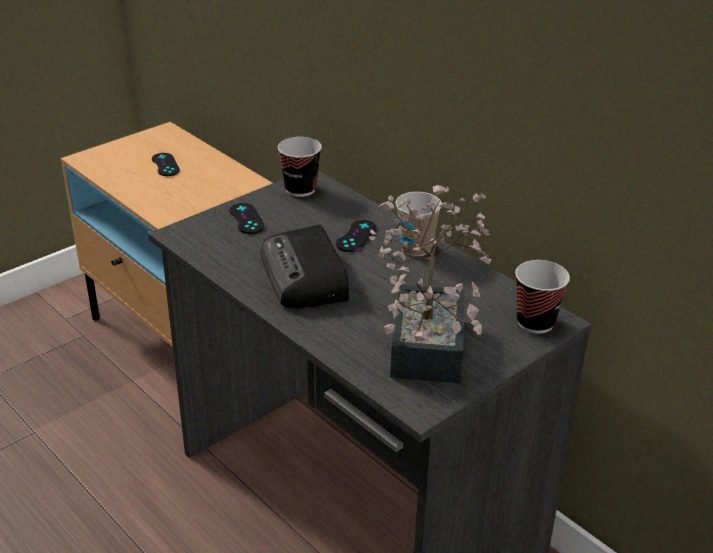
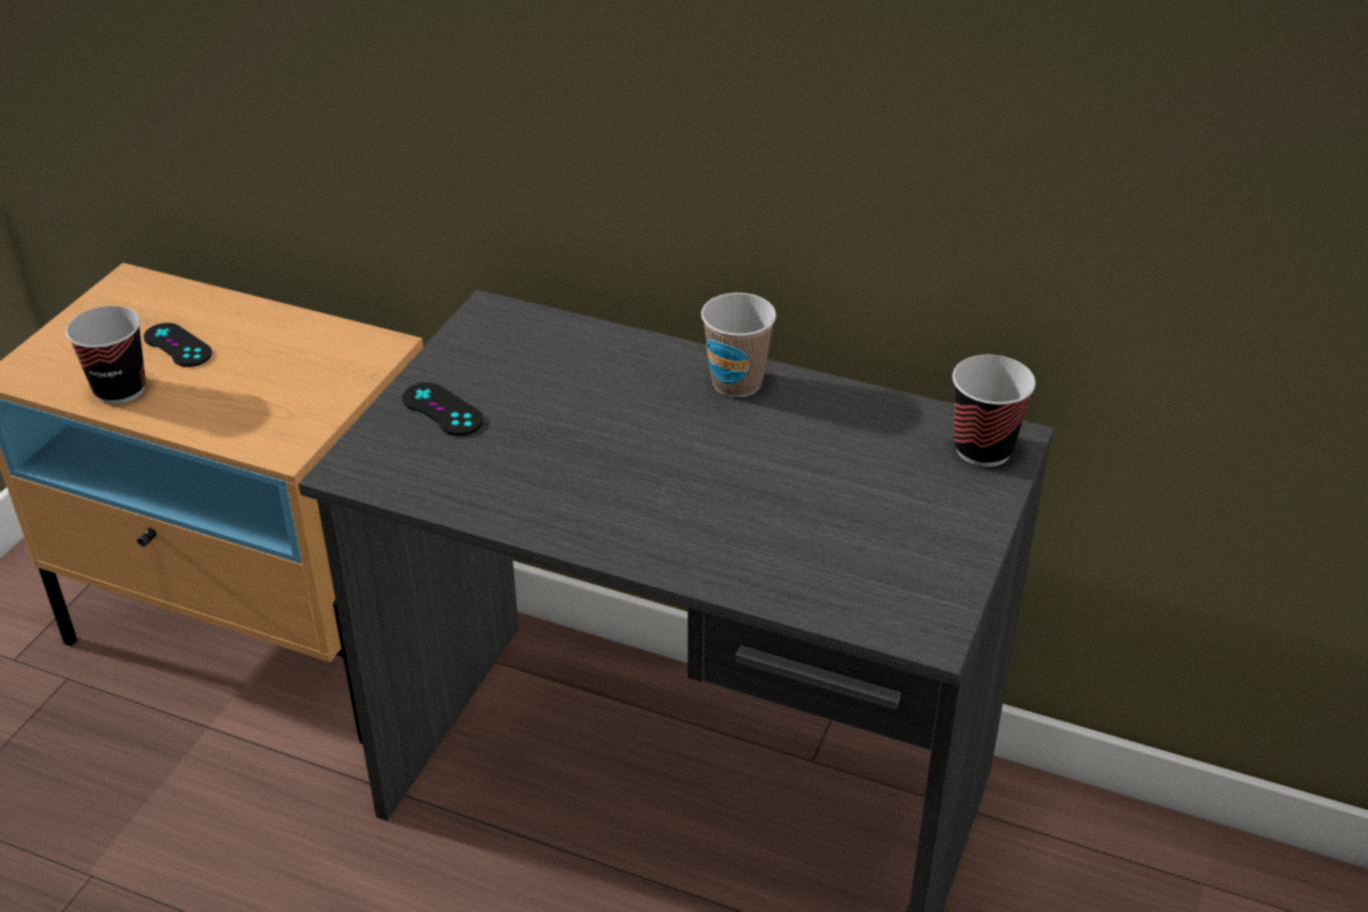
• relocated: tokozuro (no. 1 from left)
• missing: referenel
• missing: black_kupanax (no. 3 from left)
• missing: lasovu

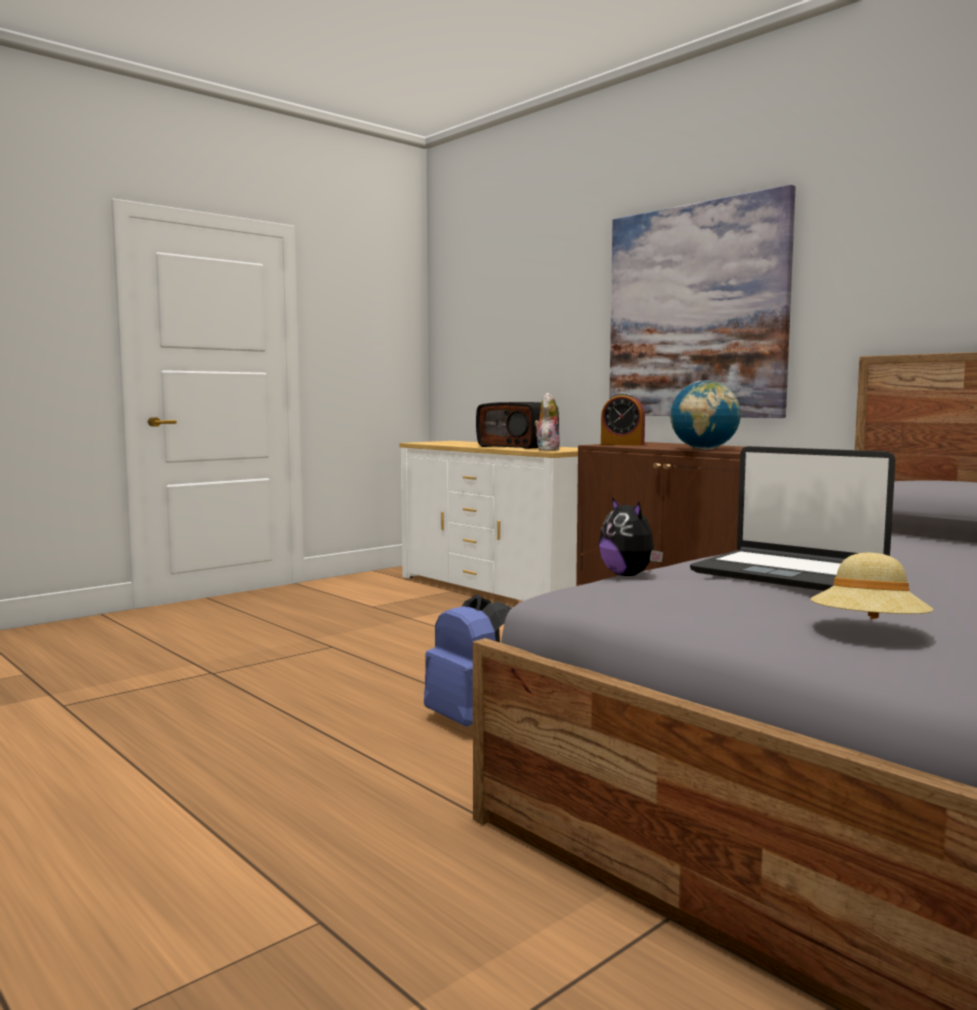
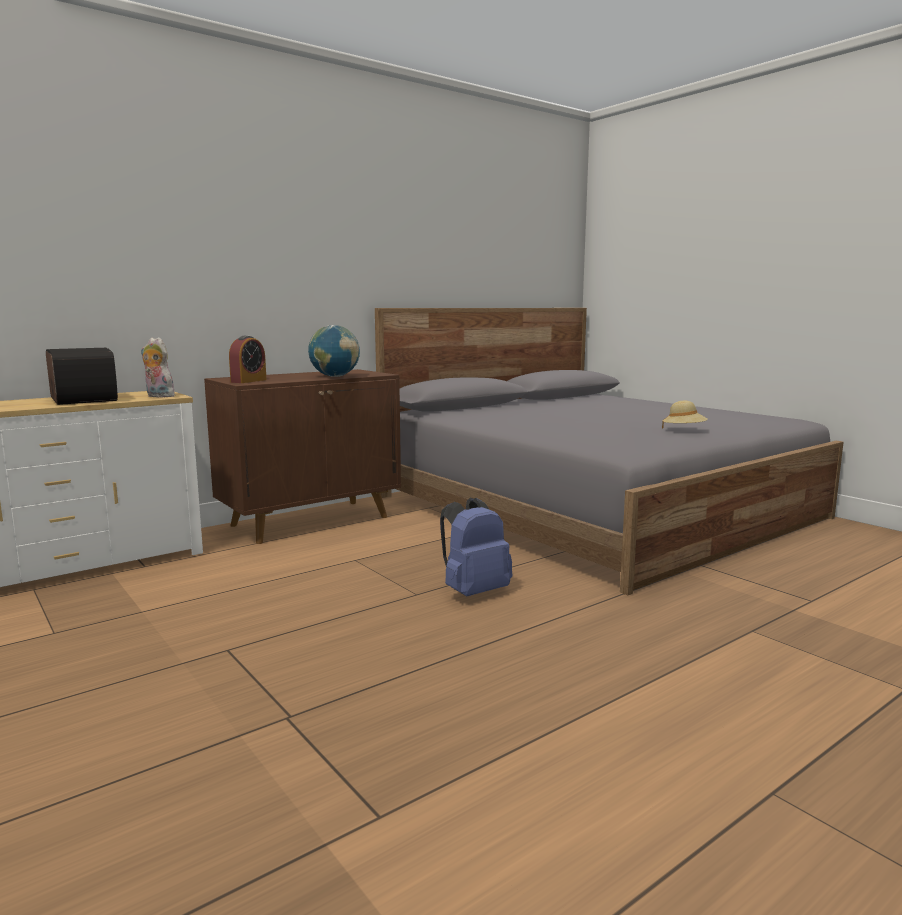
• spun: referenel 75 degrees counterclockwise
• missing: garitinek (no. 2 from left)
• missing: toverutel
• missing: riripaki

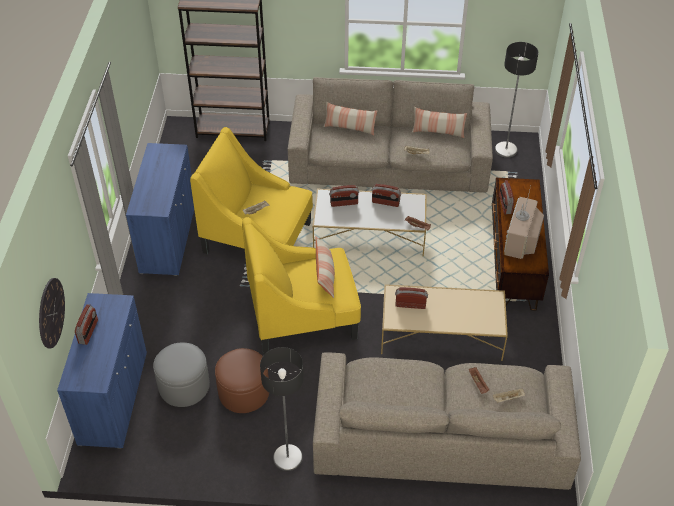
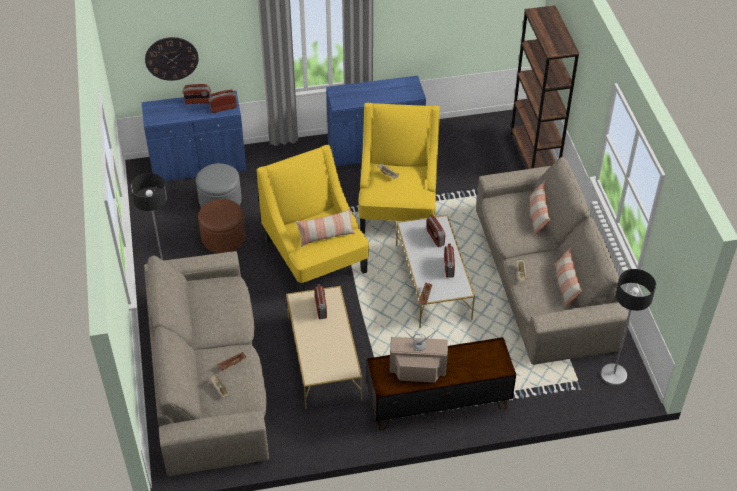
• relocated: referenel (no. 5 from left in the first image) to referenel (no. 2 from left)

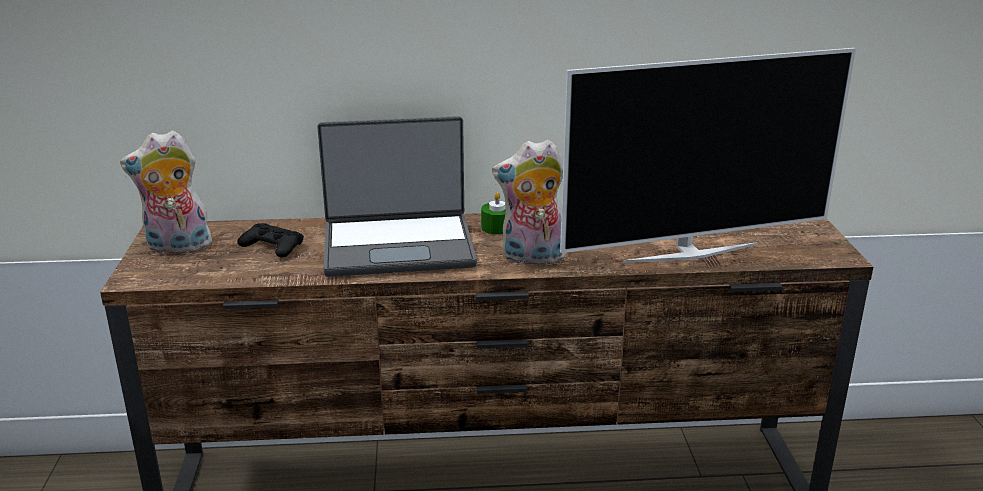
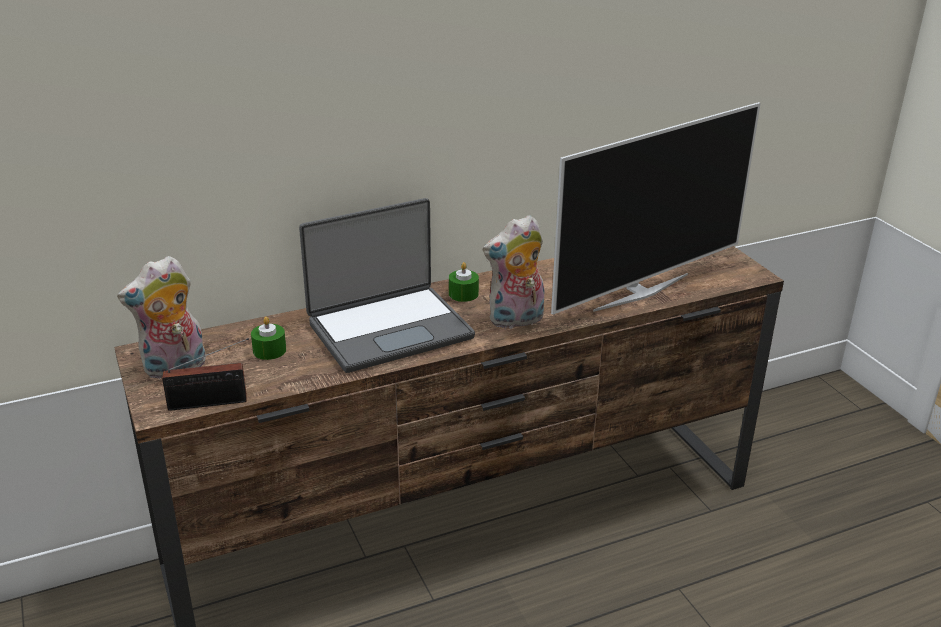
• appeared: referenel
• exchanged: black_kupanax to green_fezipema (no. 1 from left)

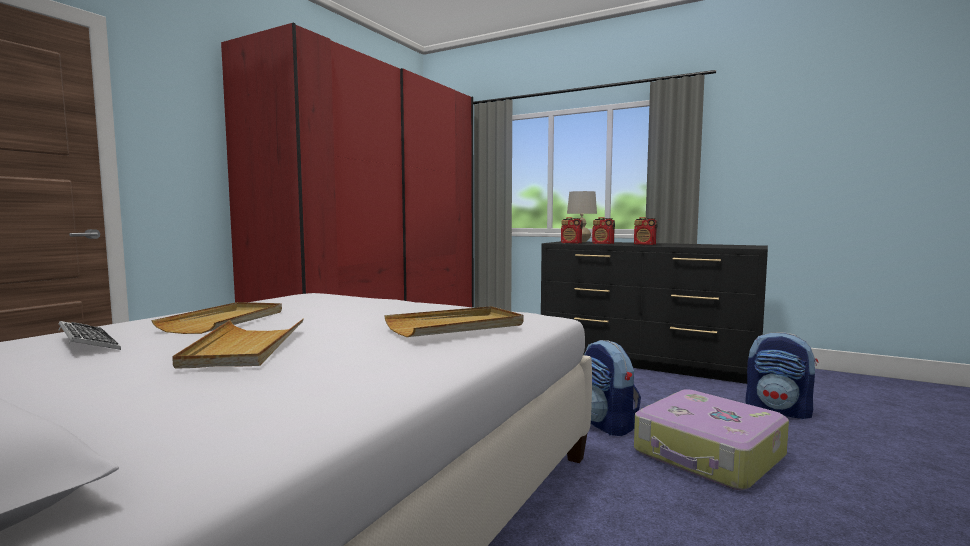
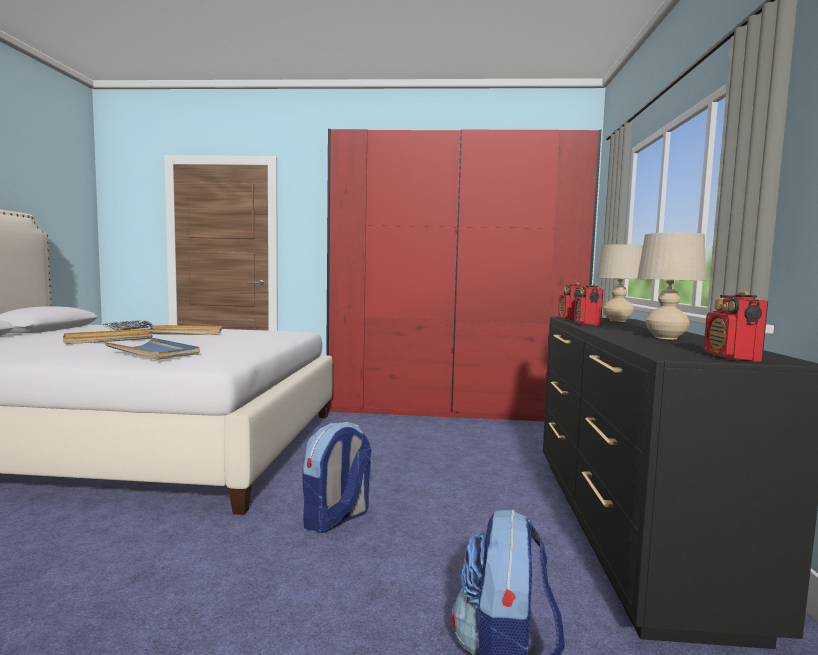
• colour: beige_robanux (no. 3 from left) to blue_robanux
• appeared: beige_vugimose (no. 2 from left)
• relocated: referenel (no. 3 from left)
• missing: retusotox

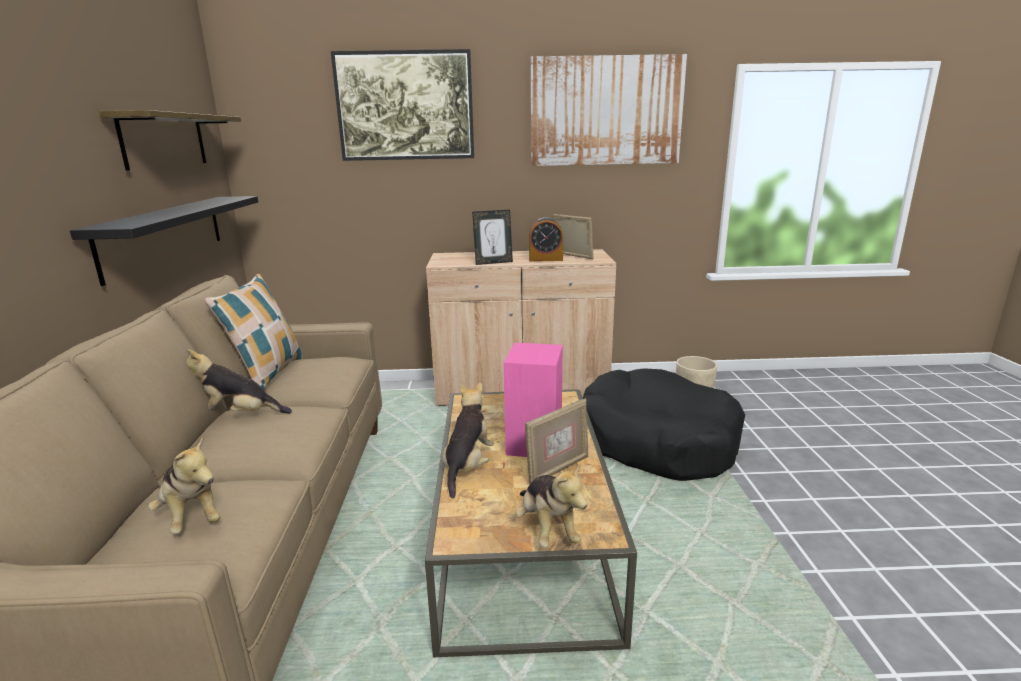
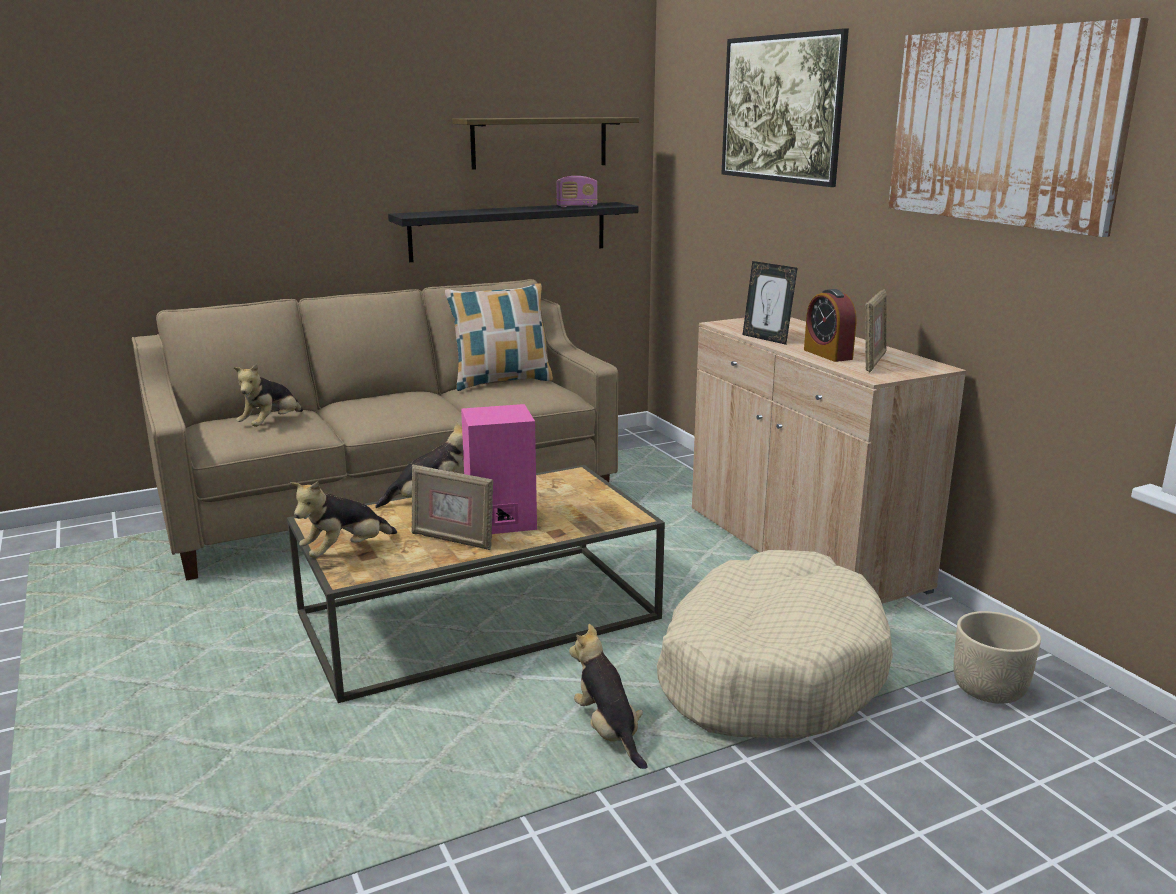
• appeared: referenel
• relocated: garitinek (no. 2 from left in the first image) to garitinek (no. 4 from left)
• colour: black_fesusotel to beige_fesusotel

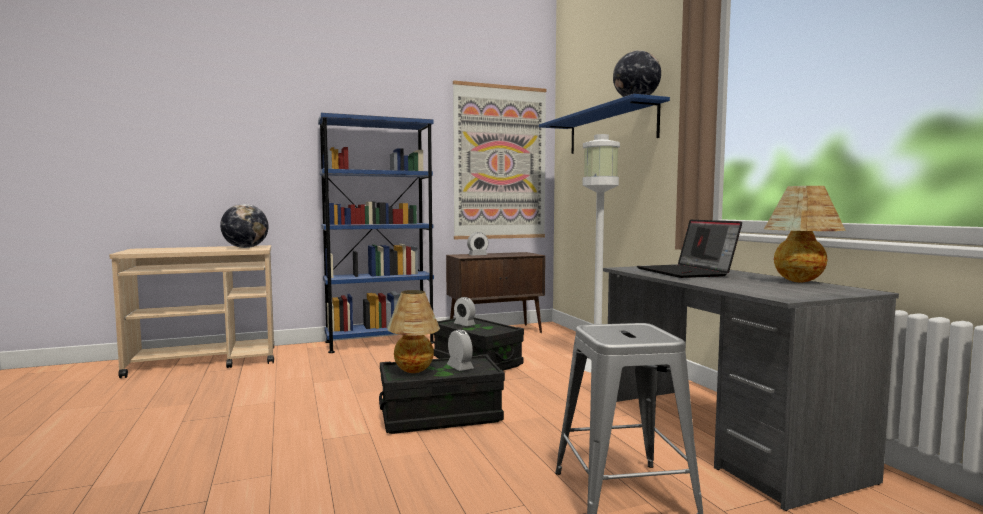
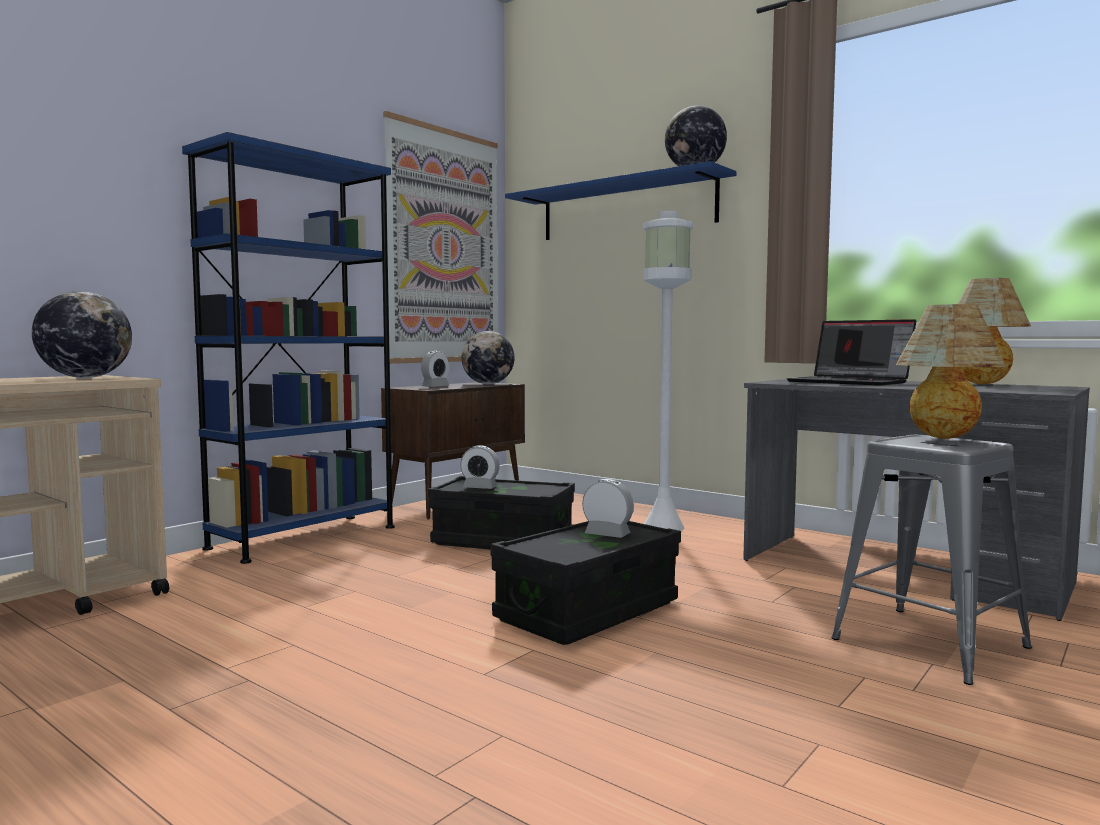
• appeared: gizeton (no. 2 from left)
• relocated: vugimose (no. 1 from left)

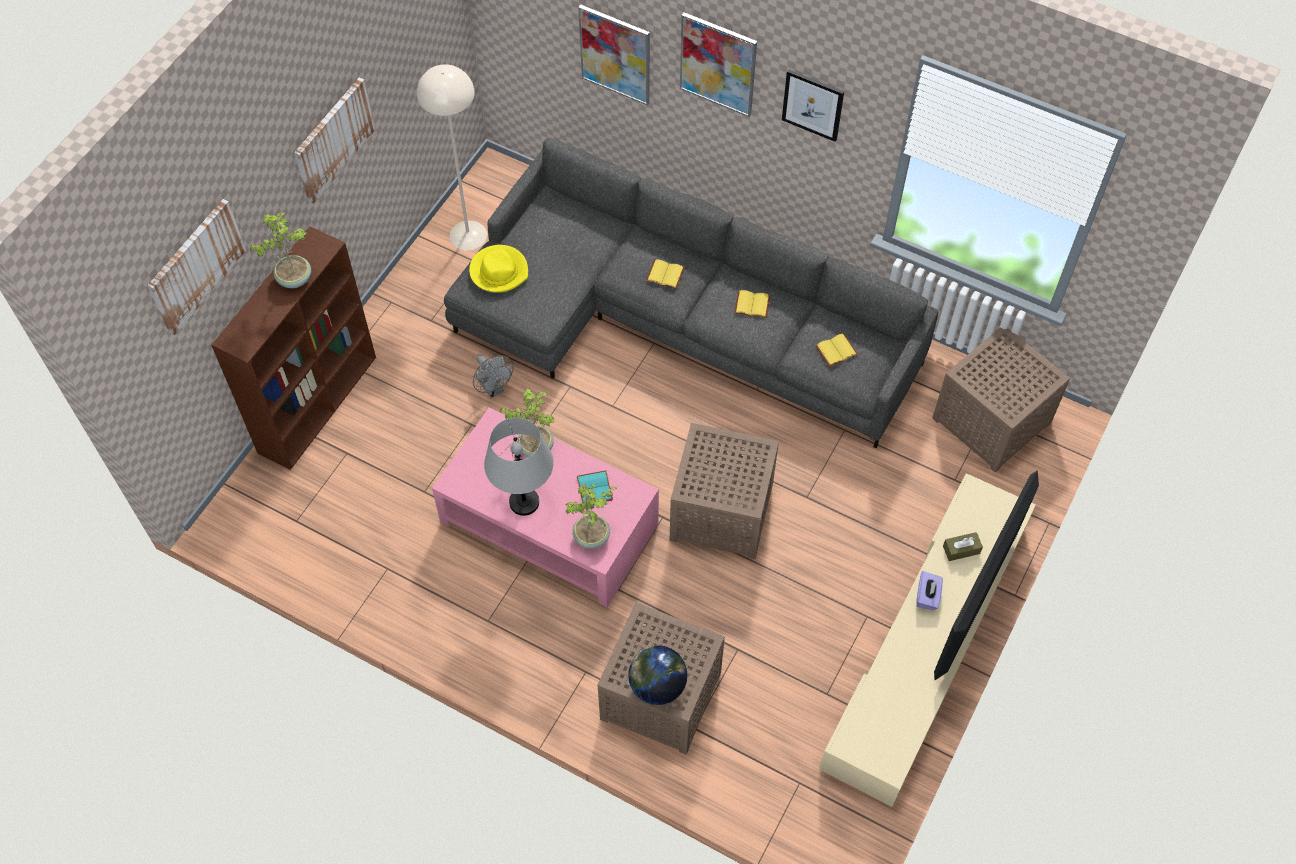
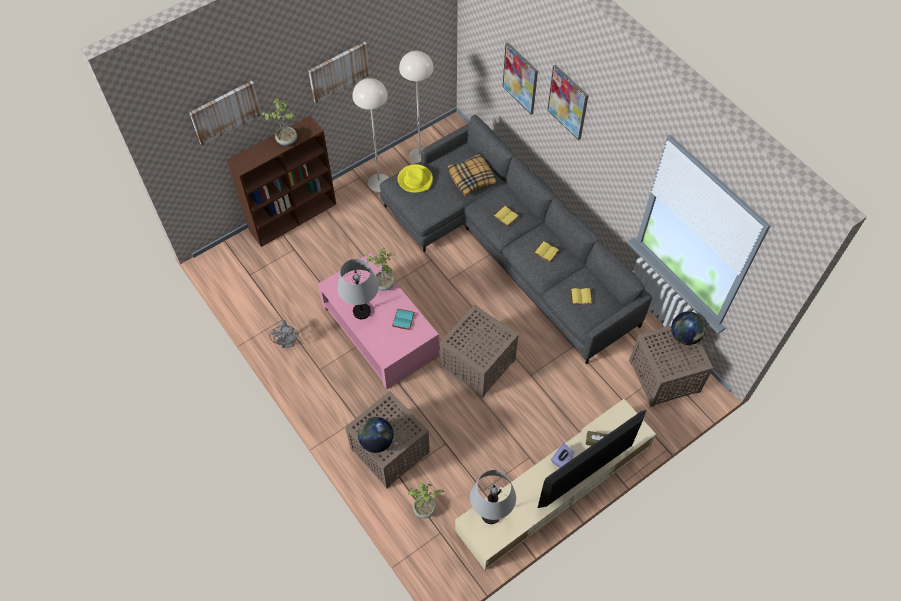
• relocated: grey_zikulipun
• appeared: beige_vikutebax (no. 1 from left)
• relocated: lasovu (no. 3 from left)
• appeared: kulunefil
• appeared: grey_vugimose (no. 2 from left)
• appeared: gizeton (no. 2 from left)
• missing: toverutel (no. 5 from left)

